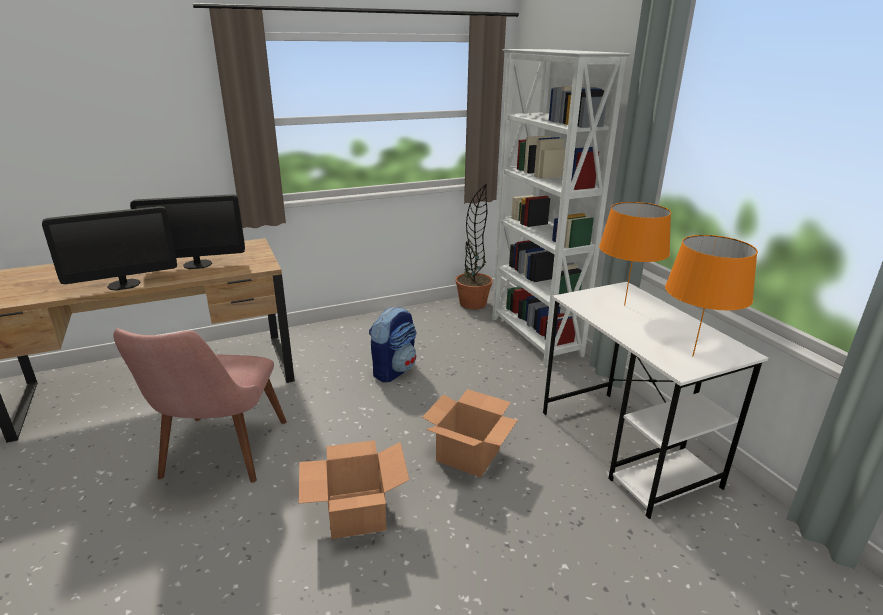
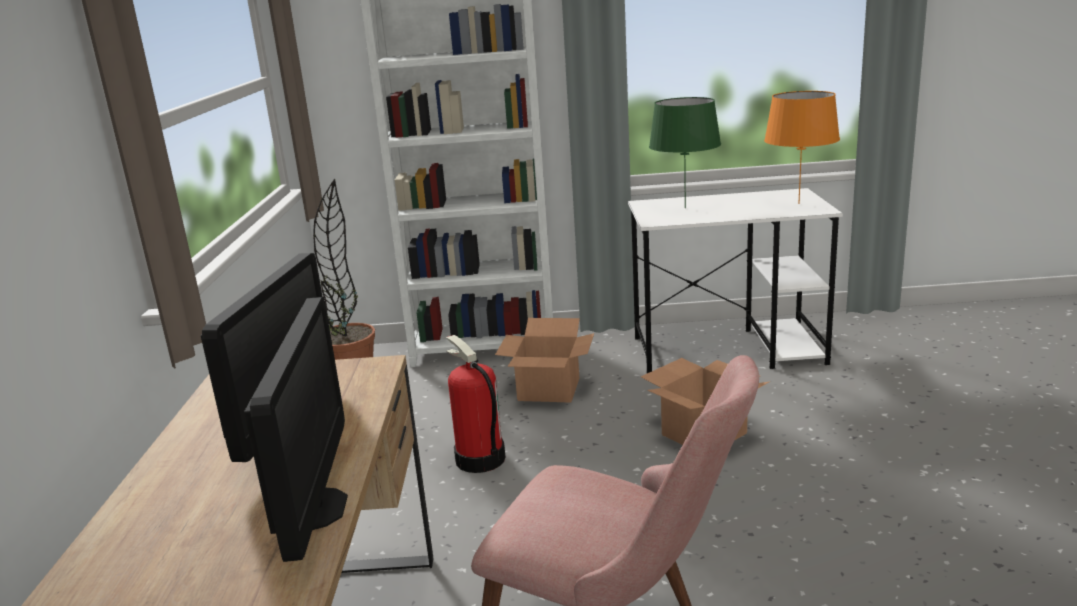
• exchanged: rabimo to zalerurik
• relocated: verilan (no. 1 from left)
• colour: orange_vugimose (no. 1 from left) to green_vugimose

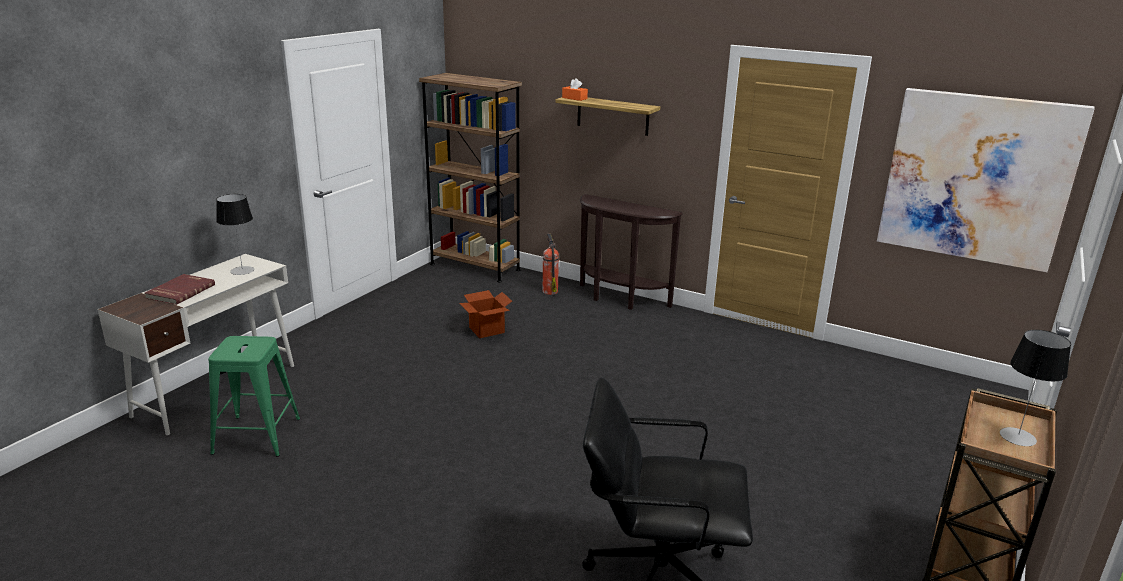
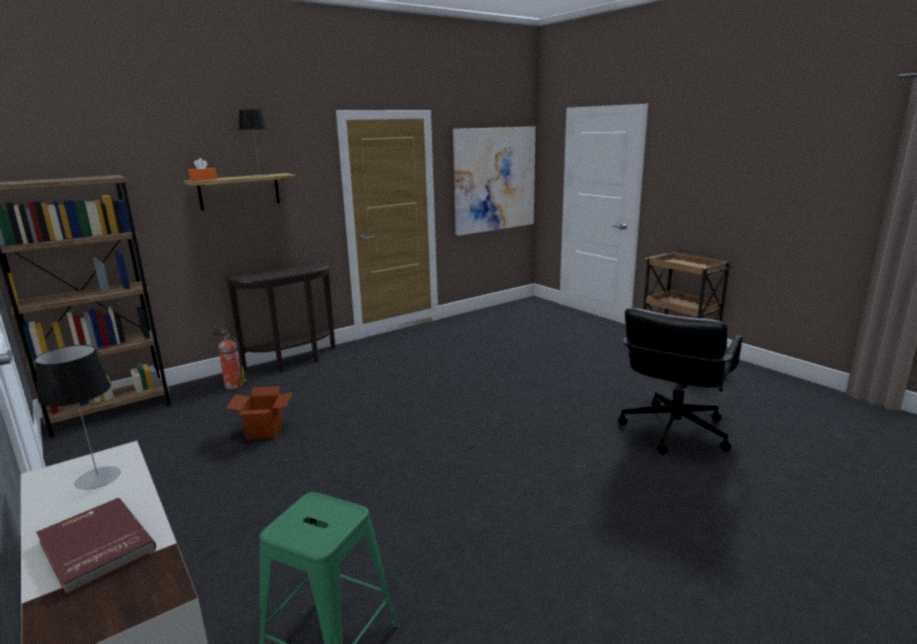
• relocated: vugimose (no. 2 from left)

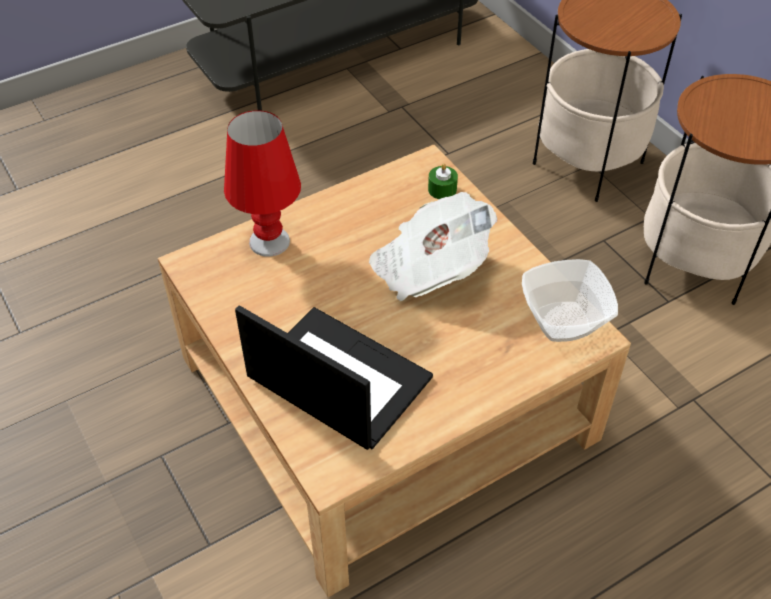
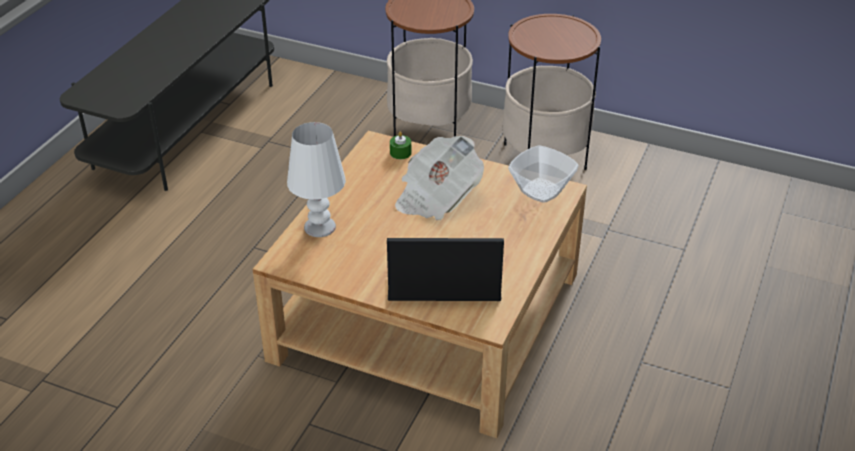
• colour: red_vugimose to white_vugimose

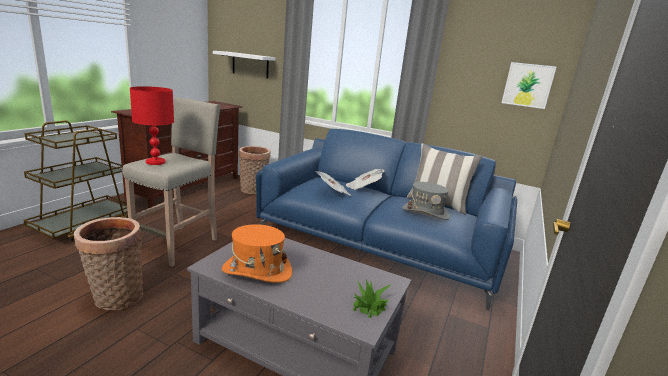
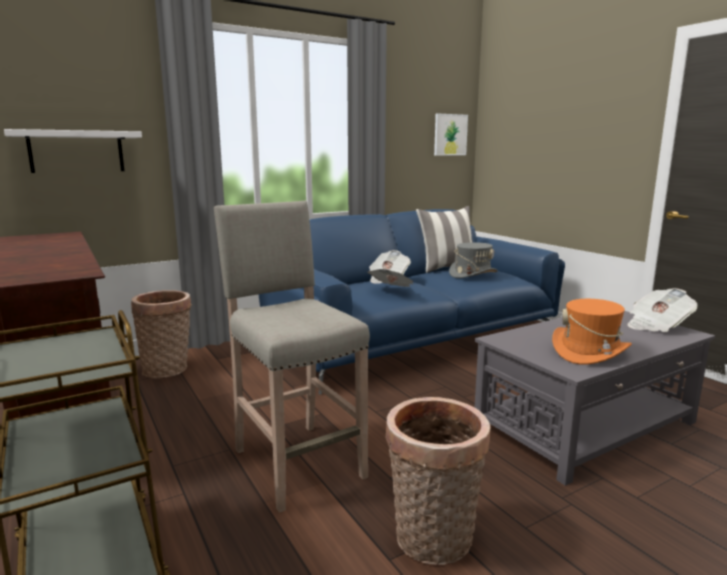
• exchanged: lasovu to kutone (no. 3 from left)
• missing: red_vugimose

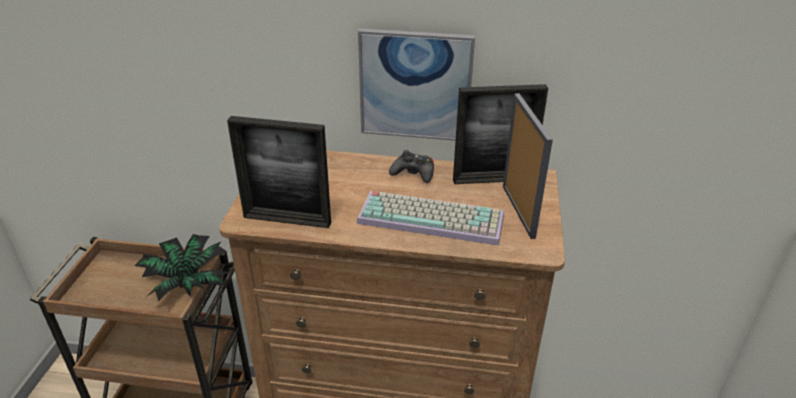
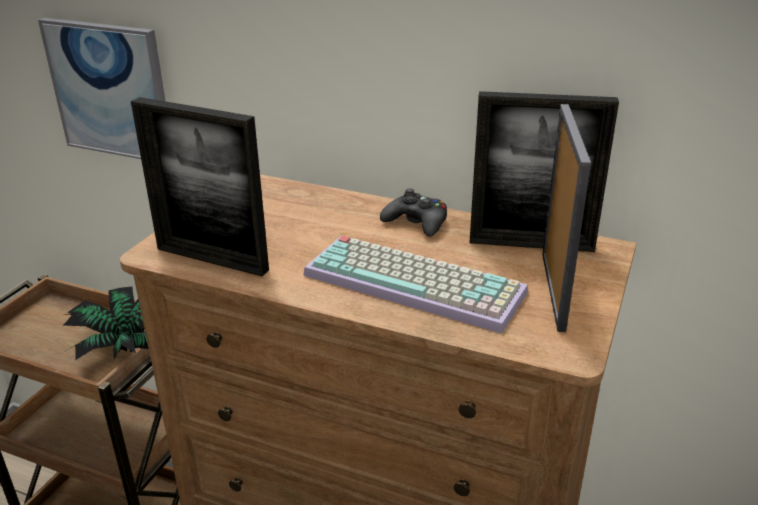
• relocated: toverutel

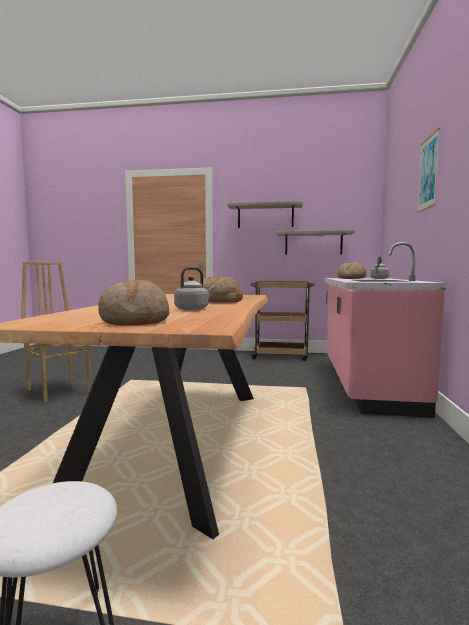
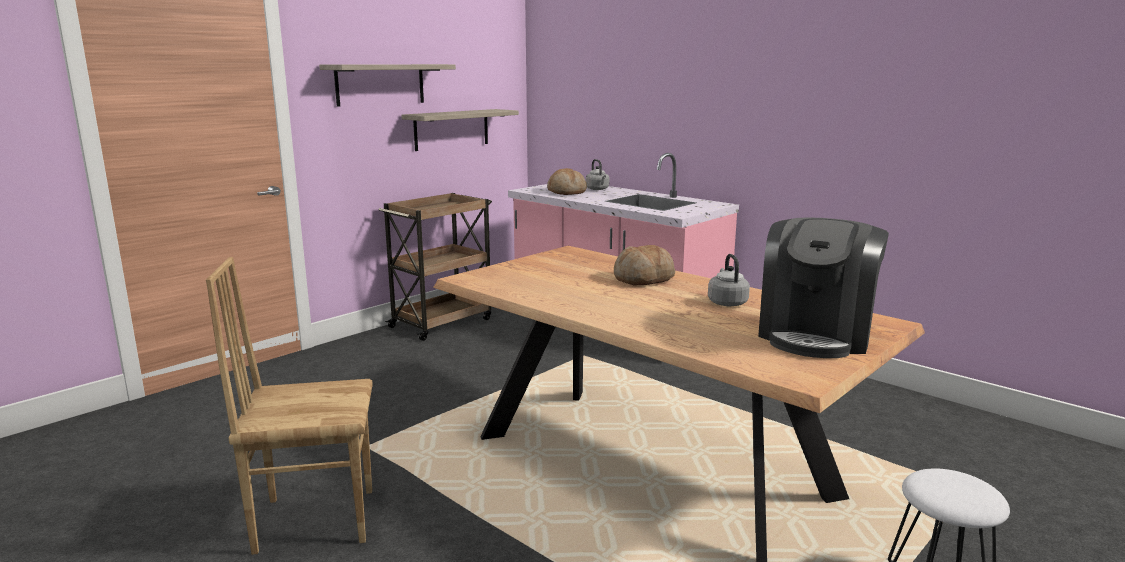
• exchanged: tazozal (no. 1 from left) to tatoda
• missing: toverutel

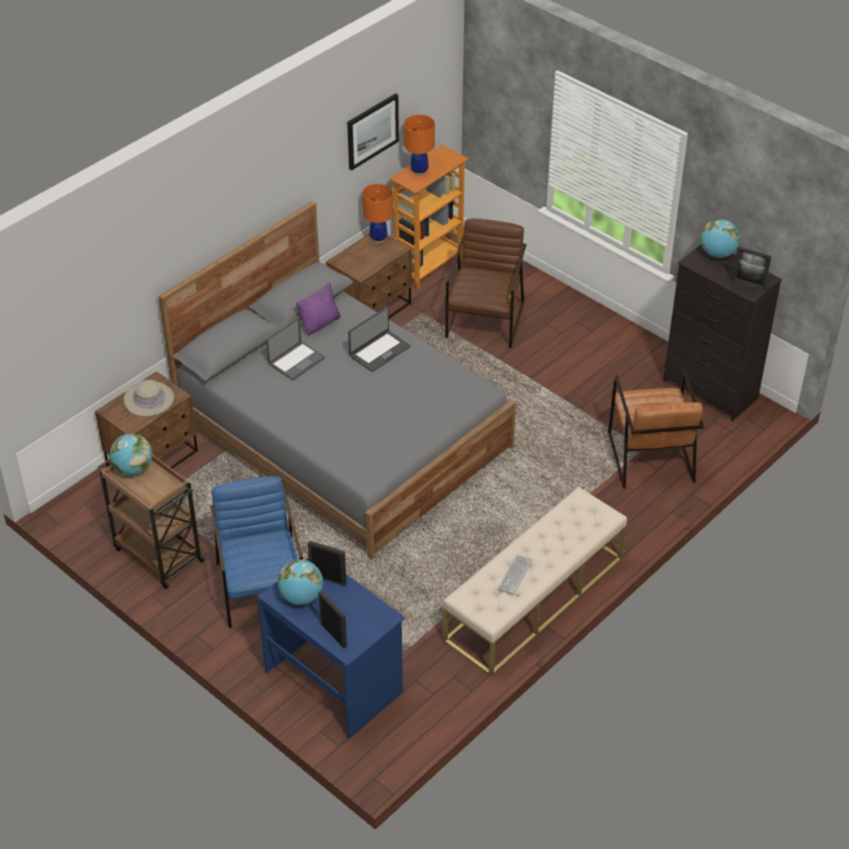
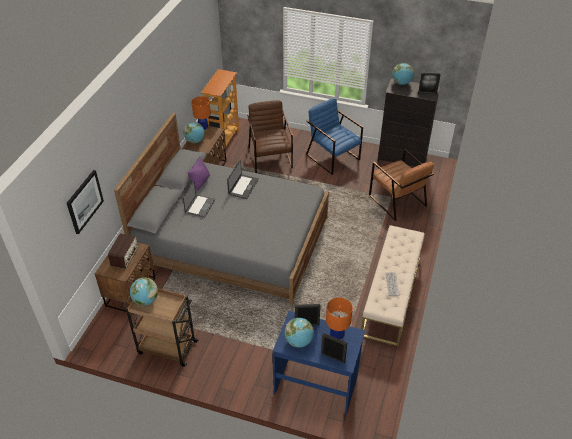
• relocated: toverutel
• exchanged: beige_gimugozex to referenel
• appeared: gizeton (no. 2 from left)
• relocated: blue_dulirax
• relocated: orange_vugimose (no. 2 from left)

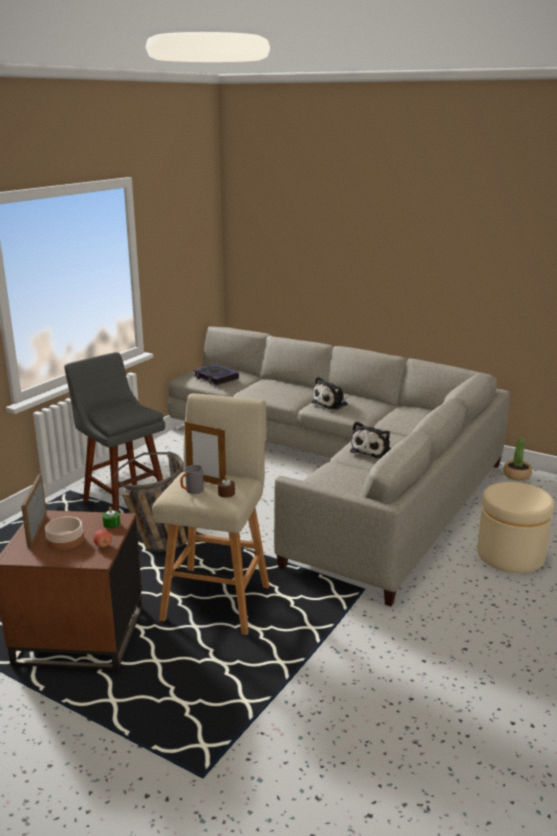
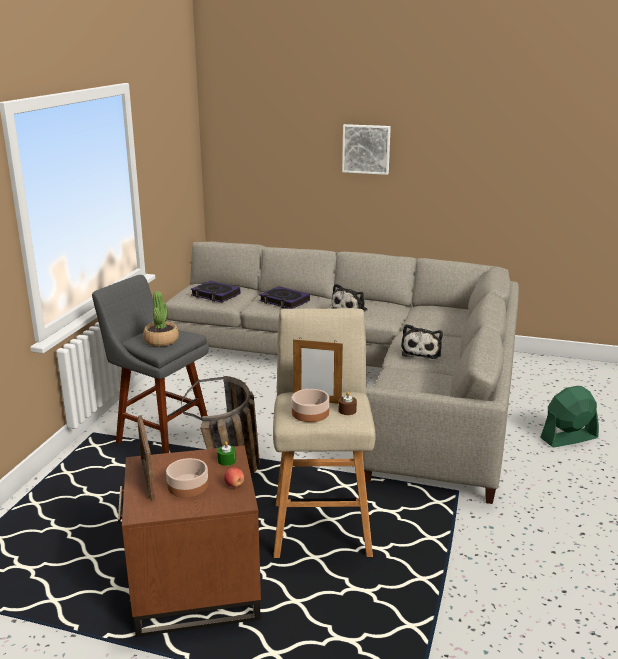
• relocated: lasovu
• appeared: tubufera (no. 2 from left)
• exchanged: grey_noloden to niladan (no. 2 from left)
• appeared: toverutel
• exchanged: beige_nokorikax to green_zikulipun

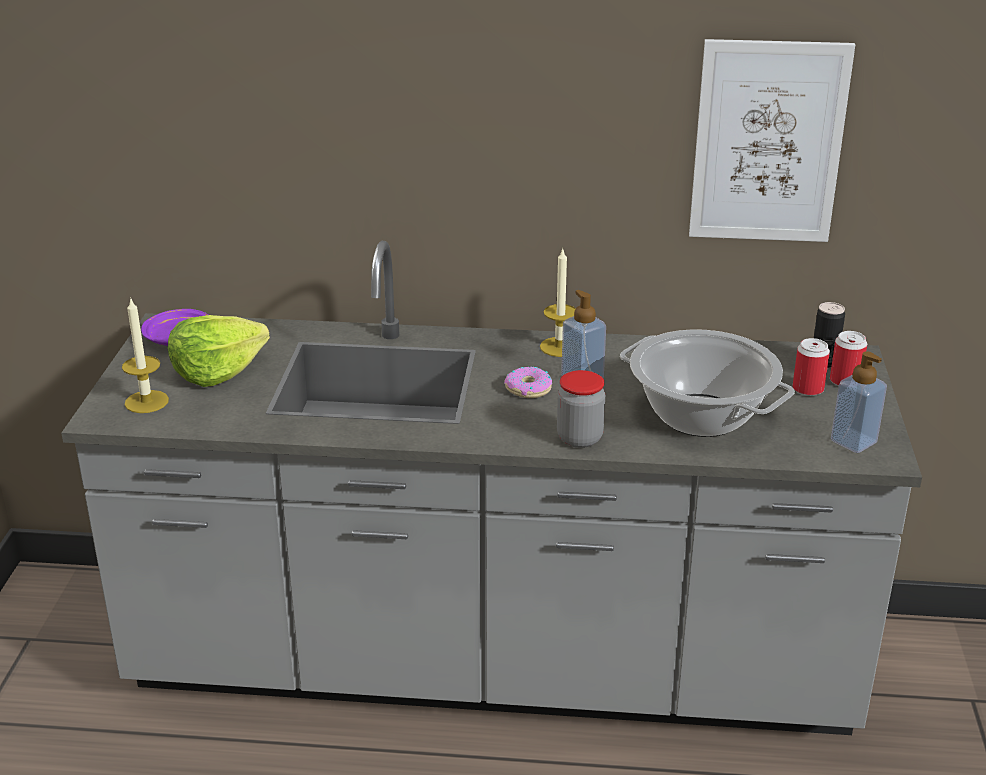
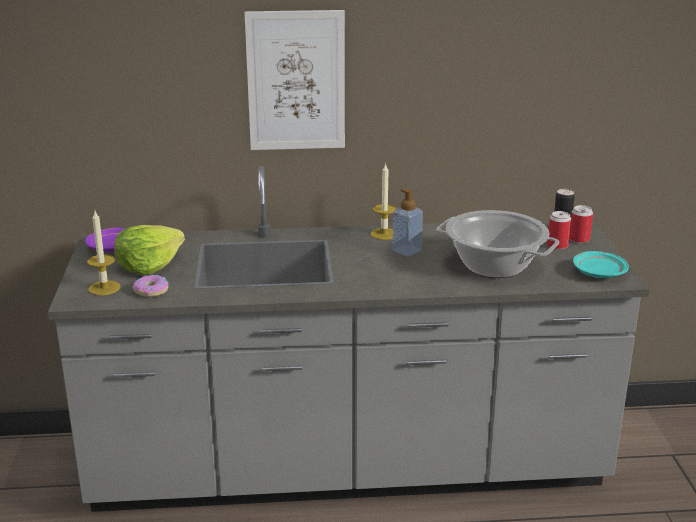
• relocated: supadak
• relocated: toverutel
• exchanged: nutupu (no. 2 from left) to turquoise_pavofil
• missing: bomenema

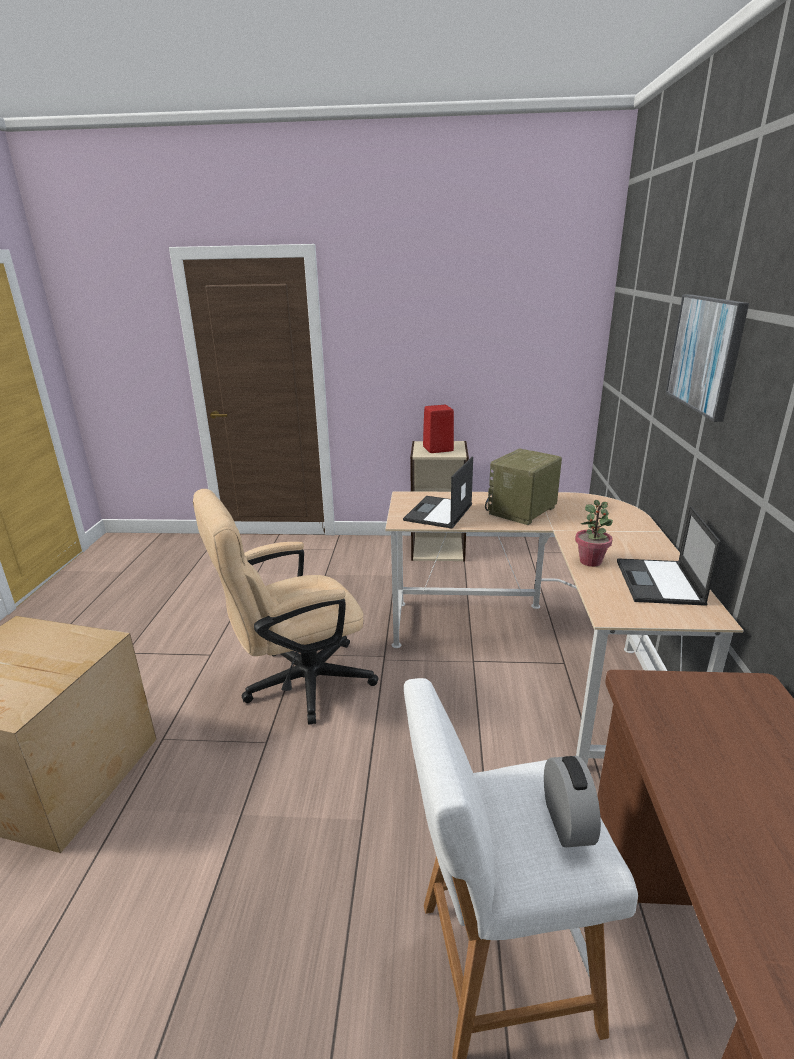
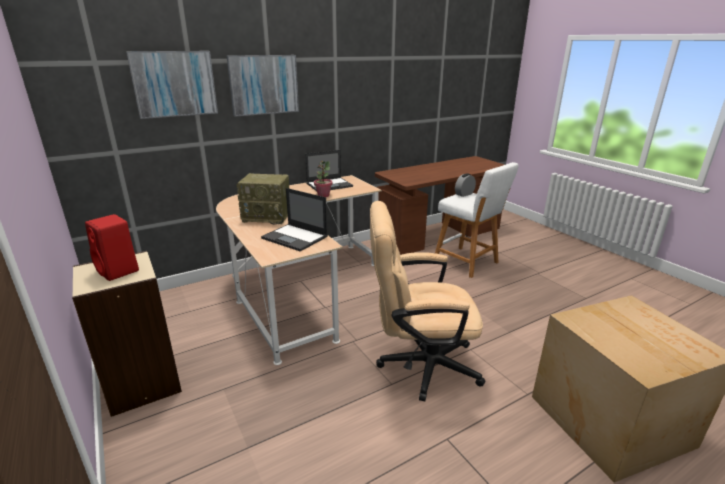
• appeared: toverutel (no. 1 from left)
• spun: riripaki (no. 1 from left) 45 degrees clockwise
• spun: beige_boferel 150 degrees clockwise

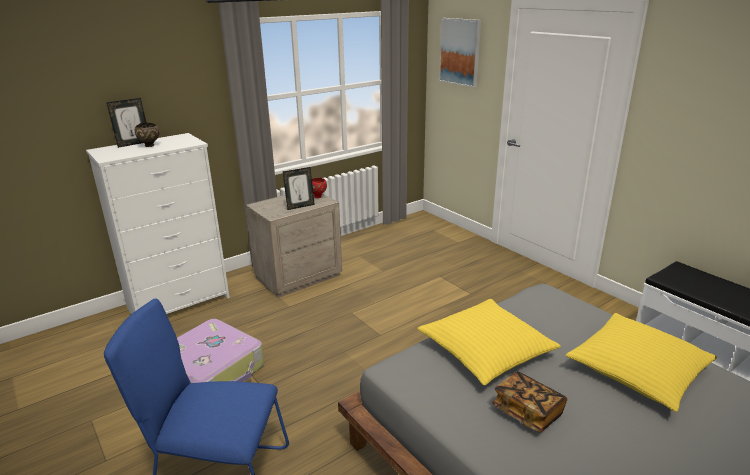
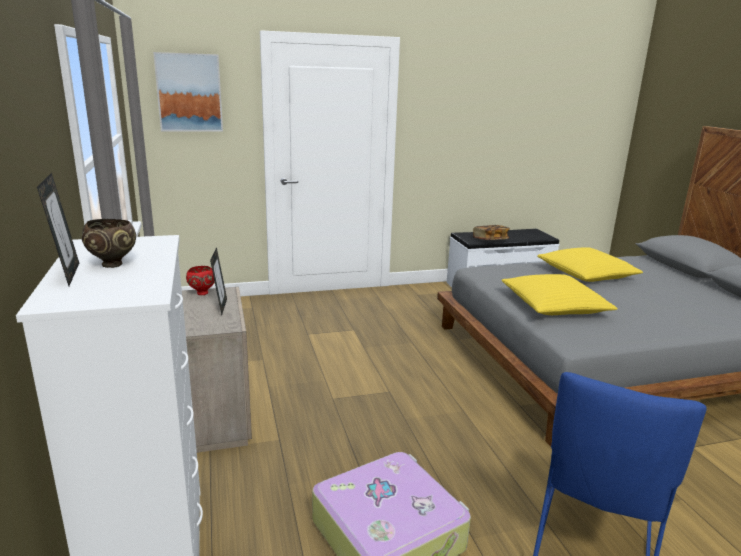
• relocated: tubufera

